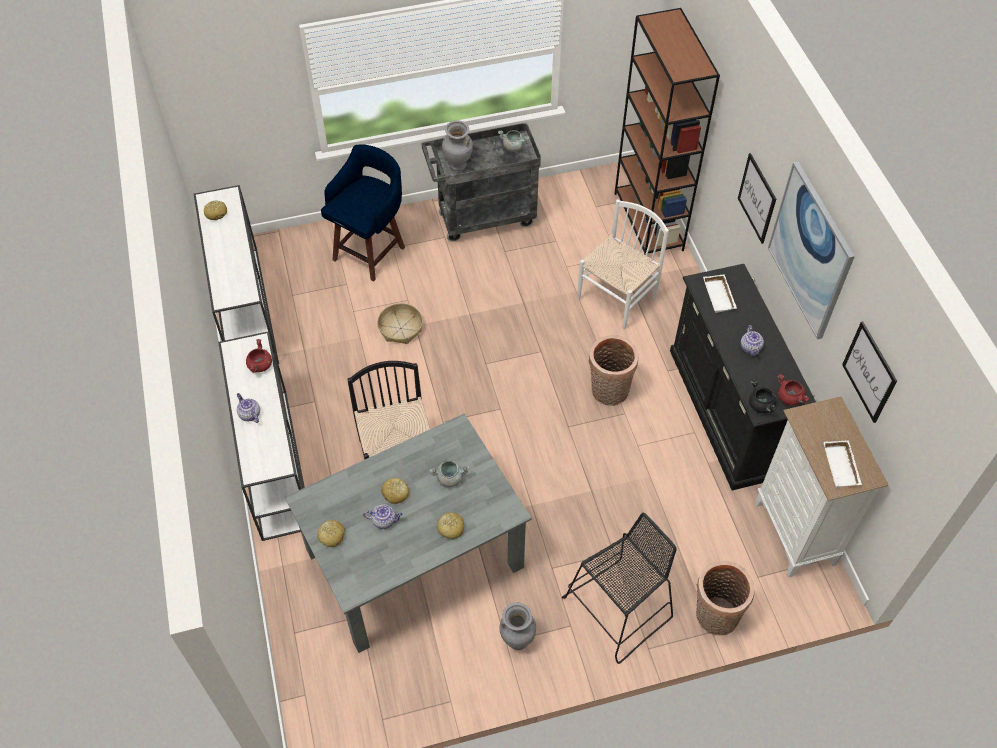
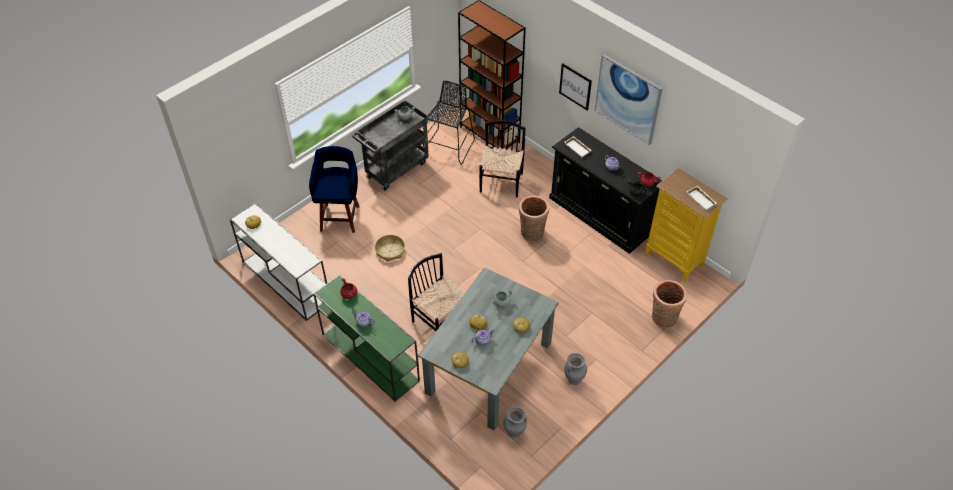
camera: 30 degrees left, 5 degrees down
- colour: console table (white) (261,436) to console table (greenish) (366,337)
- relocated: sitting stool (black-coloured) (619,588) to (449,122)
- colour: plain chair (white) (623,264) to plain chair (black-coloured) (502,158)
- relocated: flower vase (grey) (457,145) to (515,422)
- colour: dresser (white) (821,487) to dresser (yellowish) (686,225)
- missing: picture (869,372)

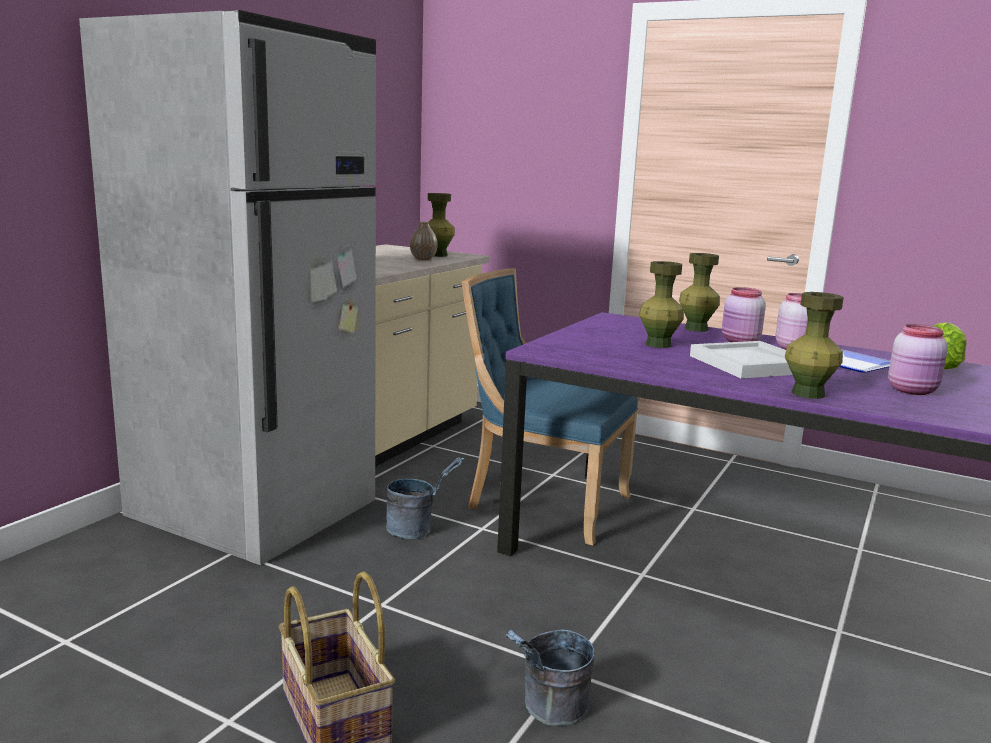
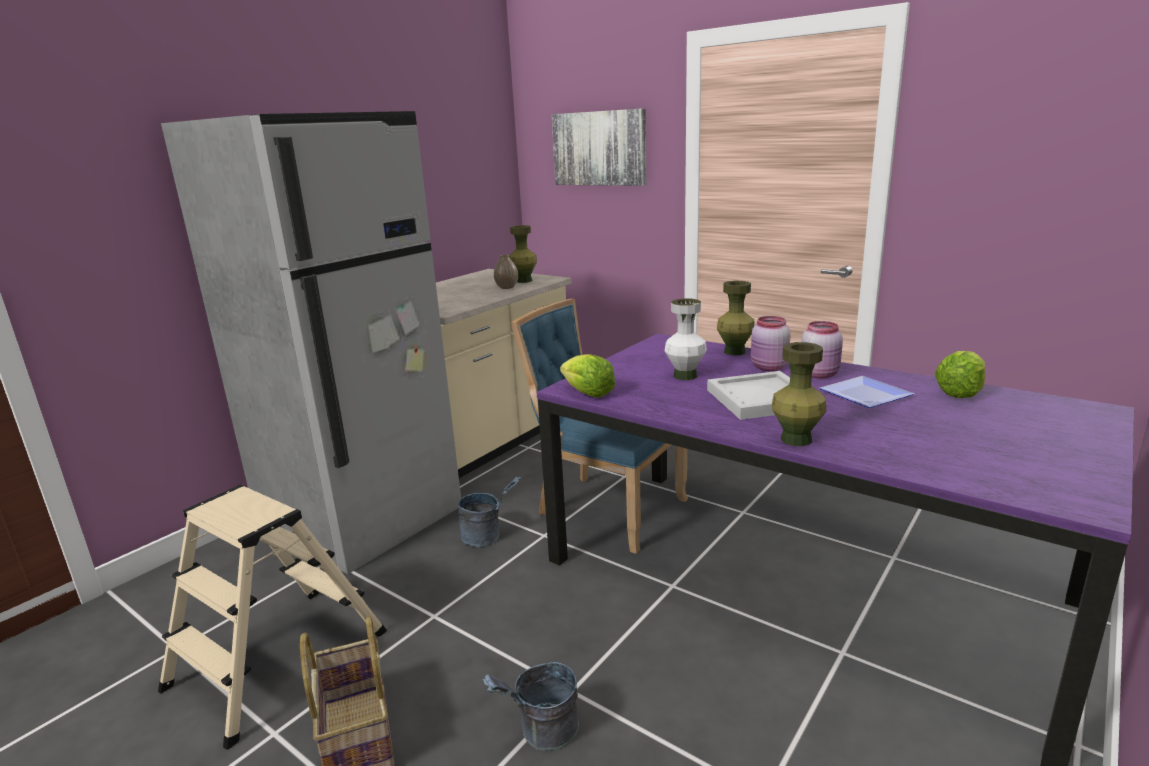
camera: 10 degrees right, 5 degrees up
- appeared: step stool (beige) (272,617)
- appeared: picture (599,147)
- appeared: lettuce (587,376)
- colour: flower vase (greenish) (661,304) to flower vase (white) (685,339)
- missing: preserve jar (pinkish) (918,359)

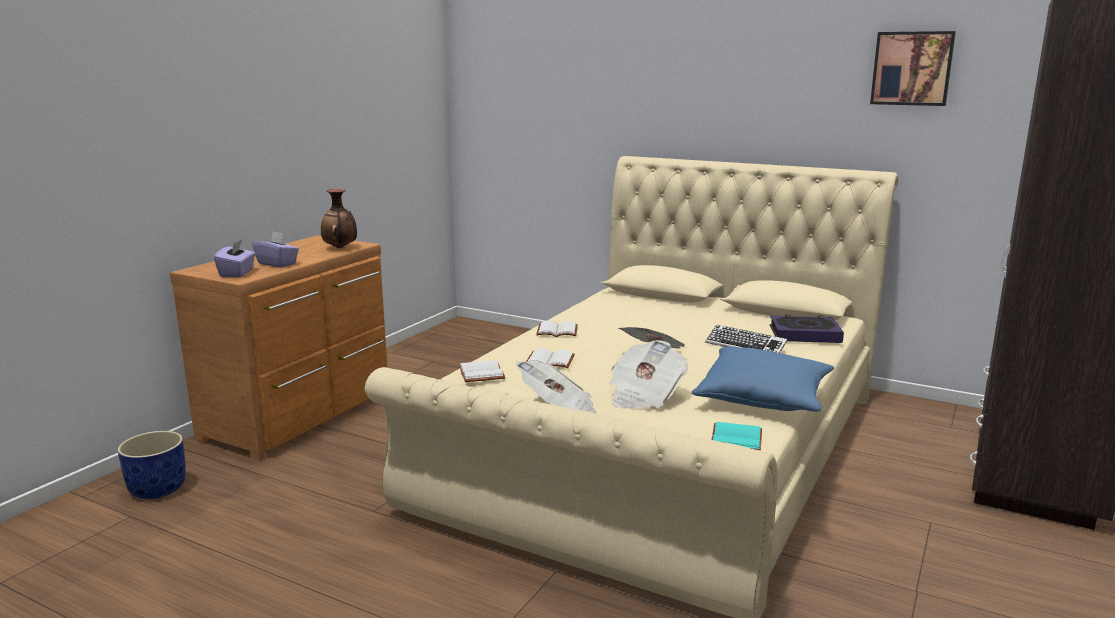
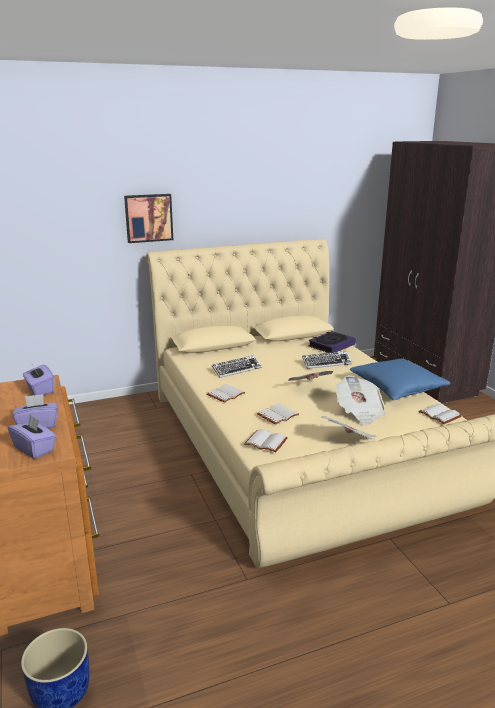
camera: 50 degrees left, 5 degrees up
- exchanged: flower vase (339,219) to box of tissues (purple-coloured) (38,379)
- relocated: picture (913,68) to (148,218)
- appeared: keyboard (237,366)
- colour: volume (turquoise-coloured) (736,436) to volume (white) (440,414)

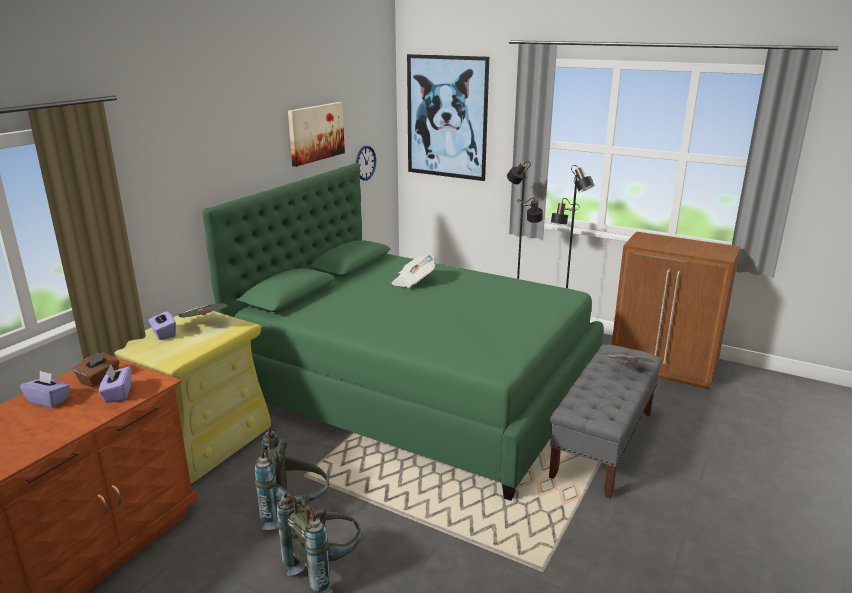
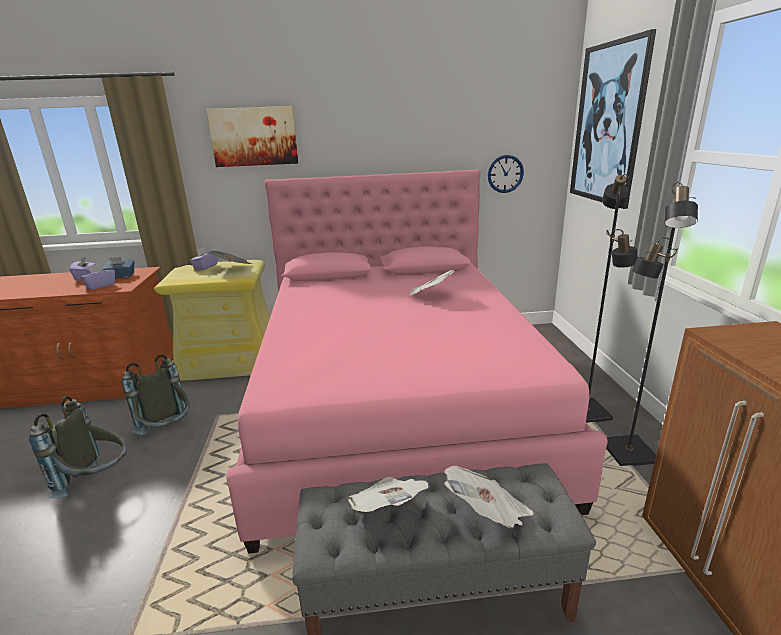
camera: 55 degrees right, 0 degrees up
- colour: box of tissues (brown) (96,369) to box of tissues (blue) (118,267)
- relocated: picture (316,134) to (252,136)
- colour: bedroom bed (greenish) (403,332) to bedroom bed (pinkish) (417,362)
- appeared: printed paper (389,494)

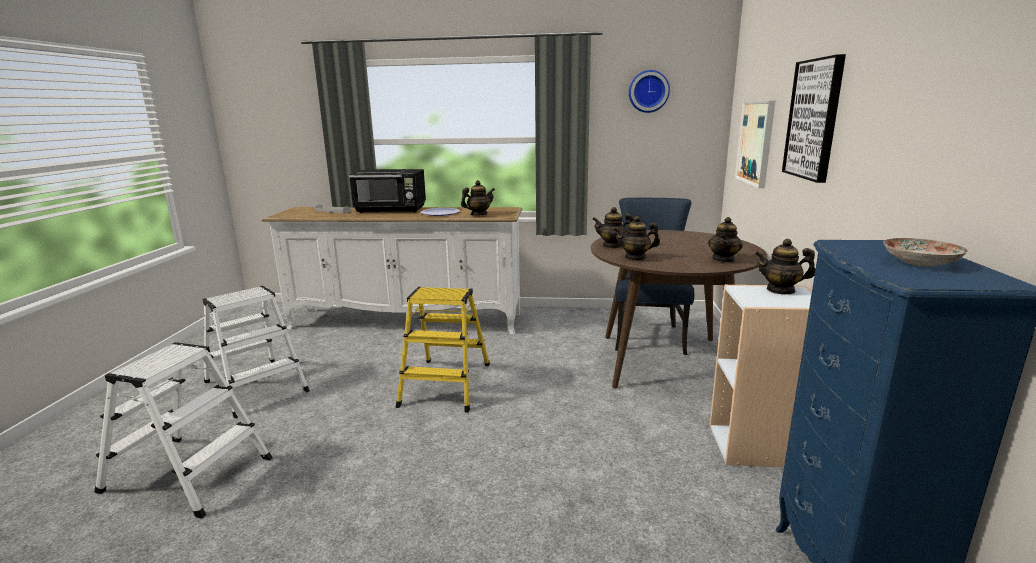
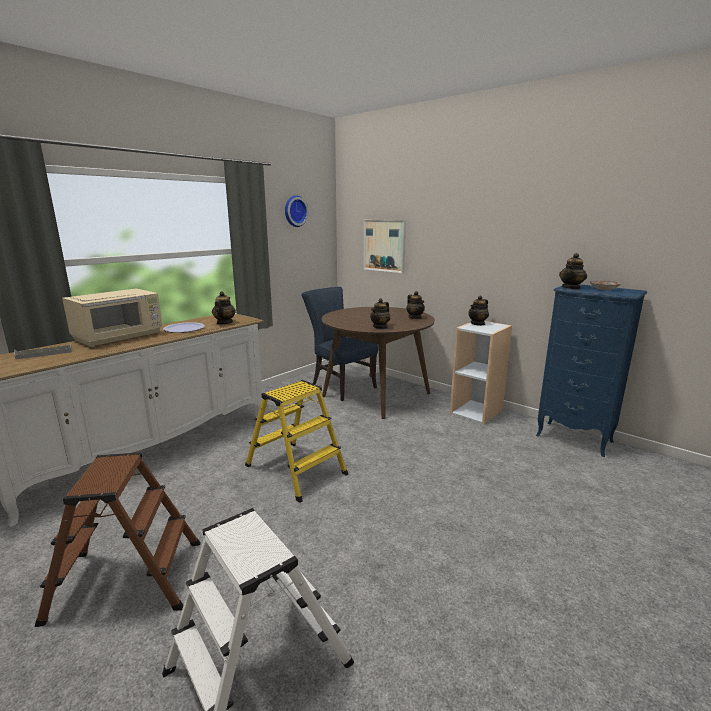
camera: 55 degrees left, 0 degrees up
- colour: step stool (white) (256,352) to step stool (brown) (118,539)
- colour: microwave oven (black-coloured) (387,191) to microwave oven (beige) (112,317)
- relocated: tea pot (612,227) to (573,271)
- missing: picture (814,118)

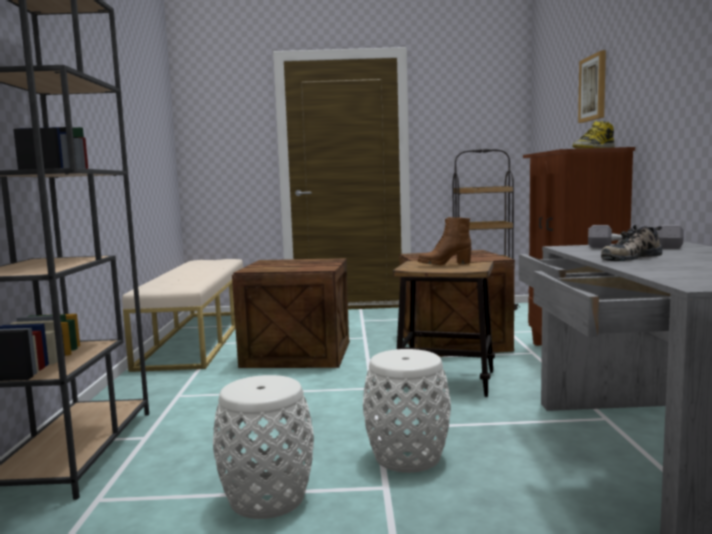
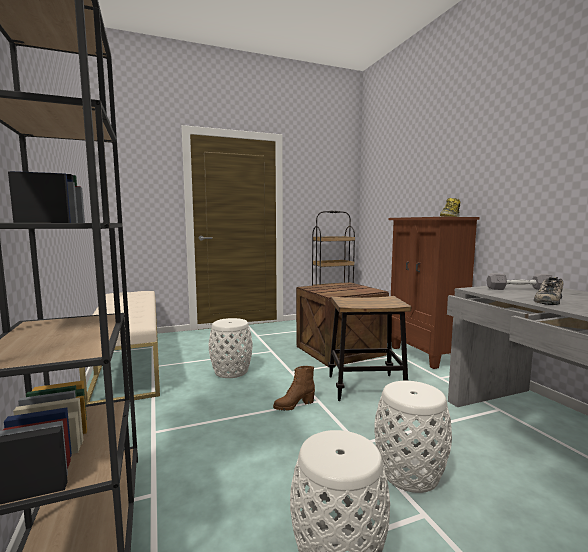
camera: 20 degrees left, 0 degrees up
- exchanged: shipping crate (291,313) to sitting stool (white) (231,348)
- relocated: tall boot (brown) (445,241) to (294,388)
- missing: picture (592,86)

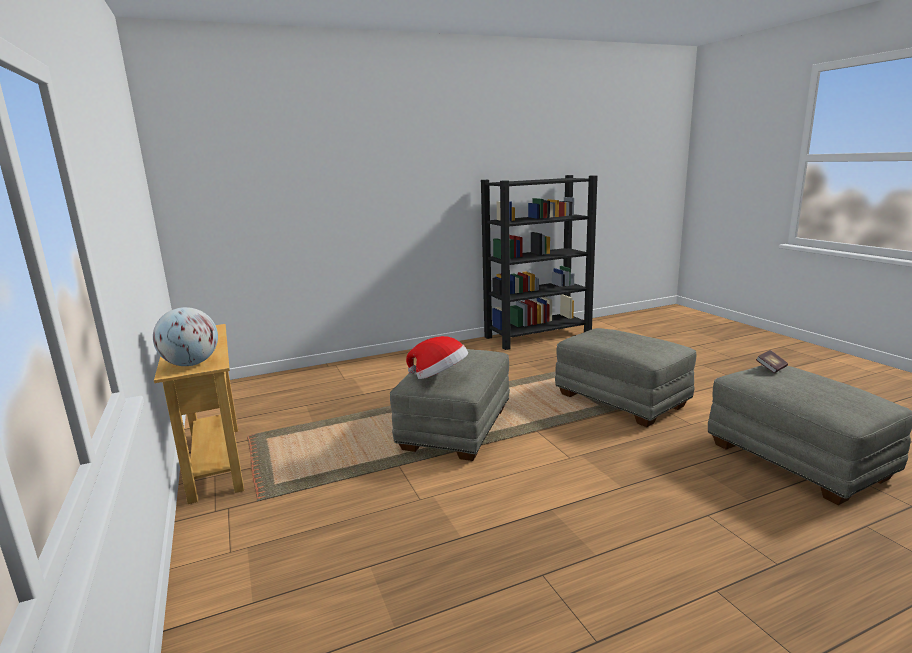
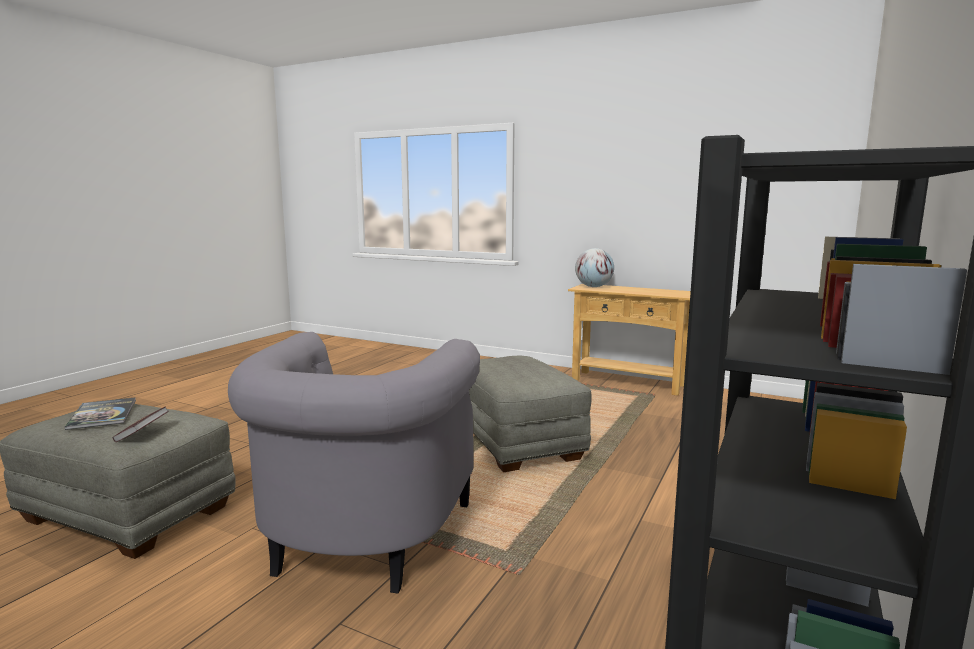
camera: 140 degrees right, 5 degrees down
- appeared: volume (100,413)
- exchanged: footrest (grey) (625,377) to lounge chair (grey) (354,463)
- missing: clothing hat (437,357)

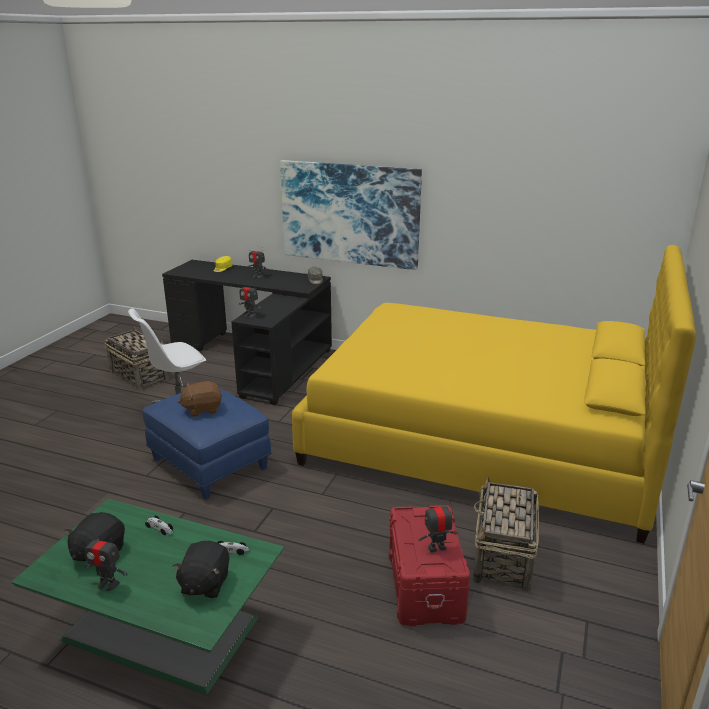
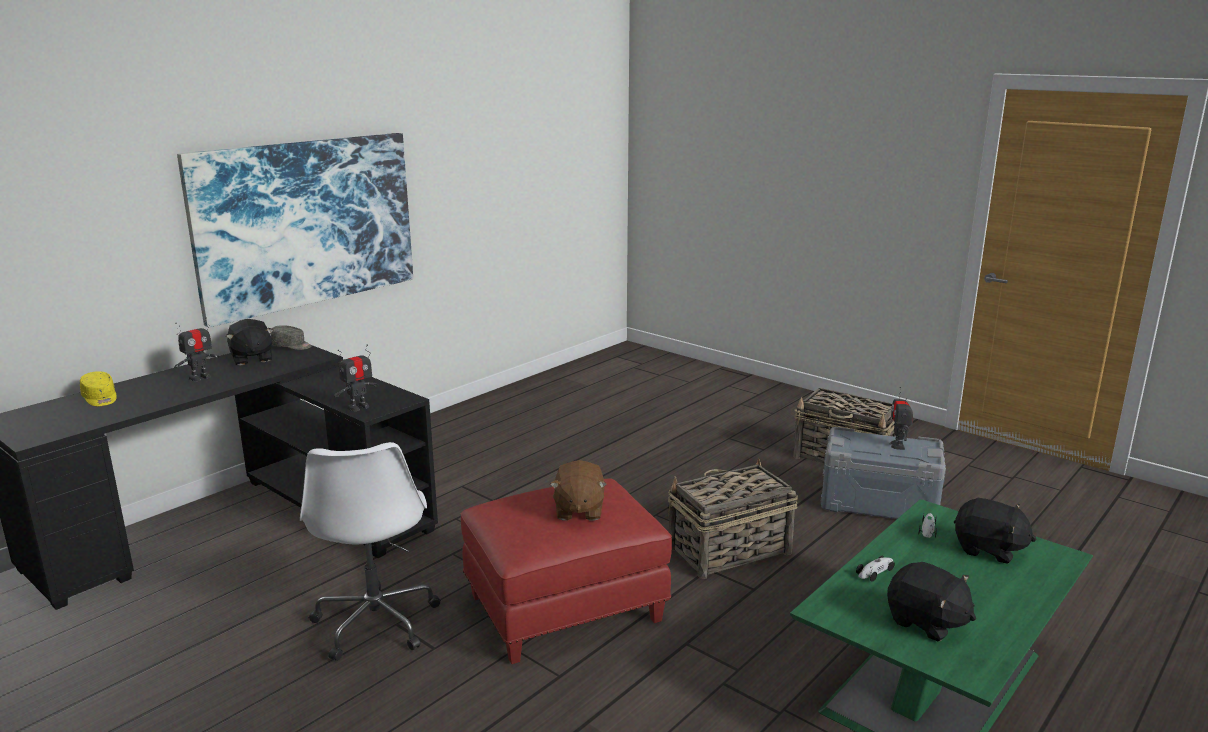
camera: 70 degrees left, 5 degrees down
- appeared: soft toy (black-coloured) (249,342)
- colour: footrest (blue) (207,443) to footrest (red-coloured) (566,571)
- relocated: storage basket (136,358) to (733,518)
- colour: storage bin (red-coloured) (429,565) to storage bin (grey) (883,473)
- missing: toy robot (105,561)
- missing: bedroom bed (yellowish) (494,394)

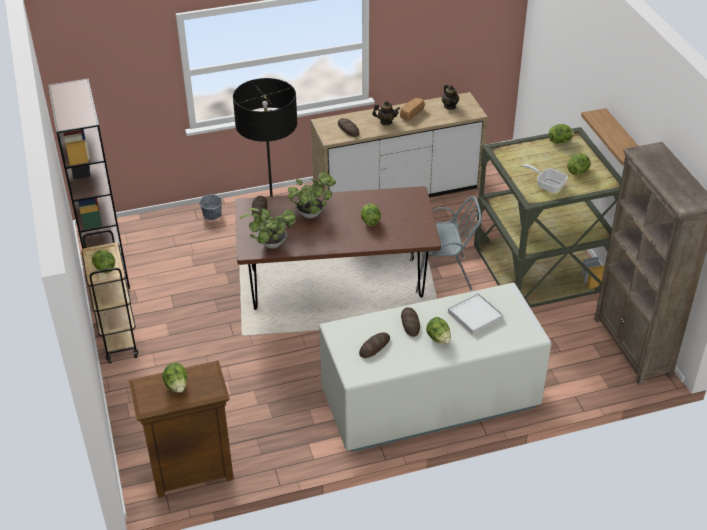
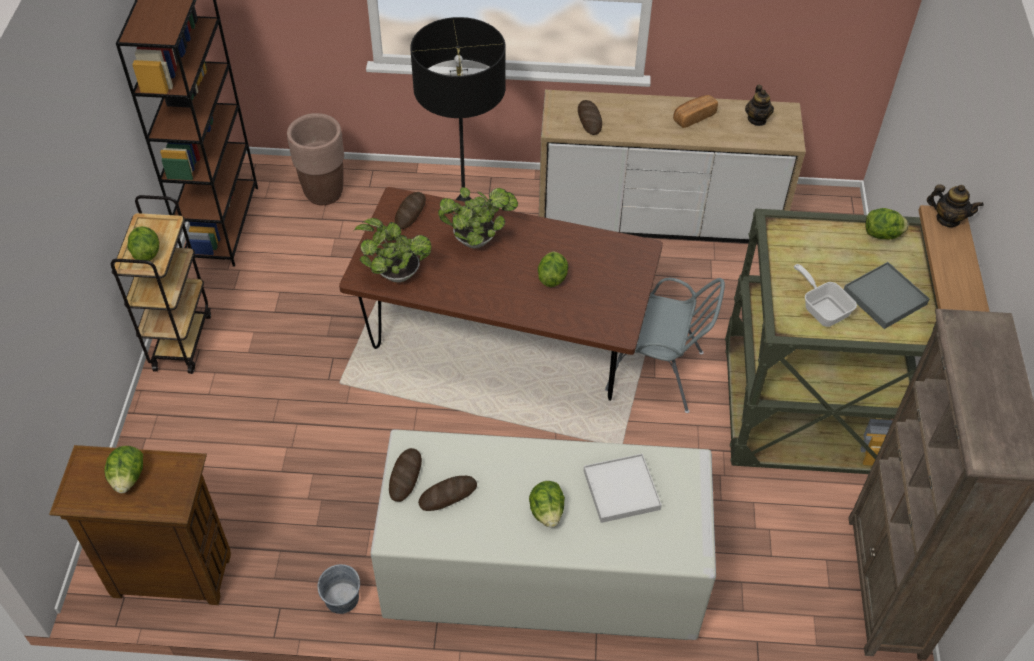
camera: 20 degrees right, 10 degrees up
- appeared: planter (brown) (315,159)
- relocated: bucket (grey) (210,205) to (338,589)
- relocated: baked bread (410,322) to (405,475)
- exchanged: lettuce (579,164) to carrying tray (grey) (887,295)
- relocated: tea pot (386,113) to (955,205)

